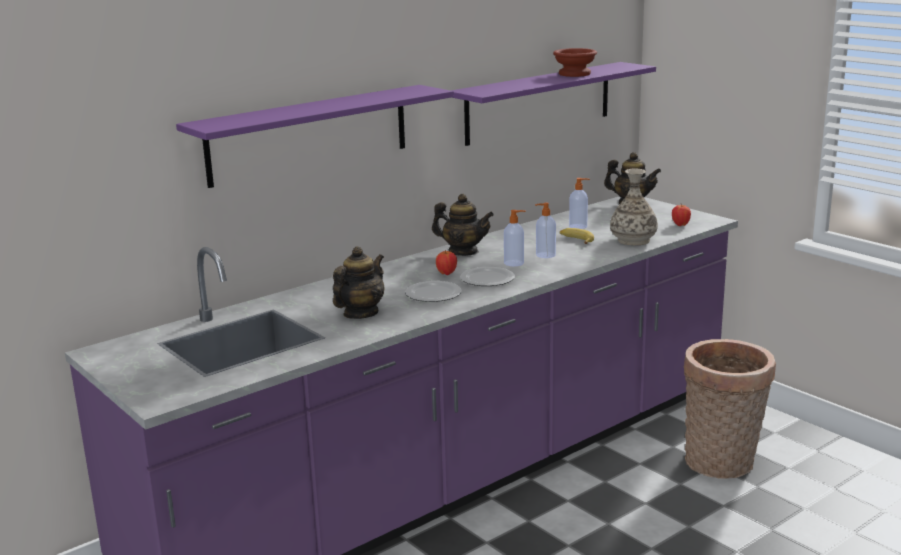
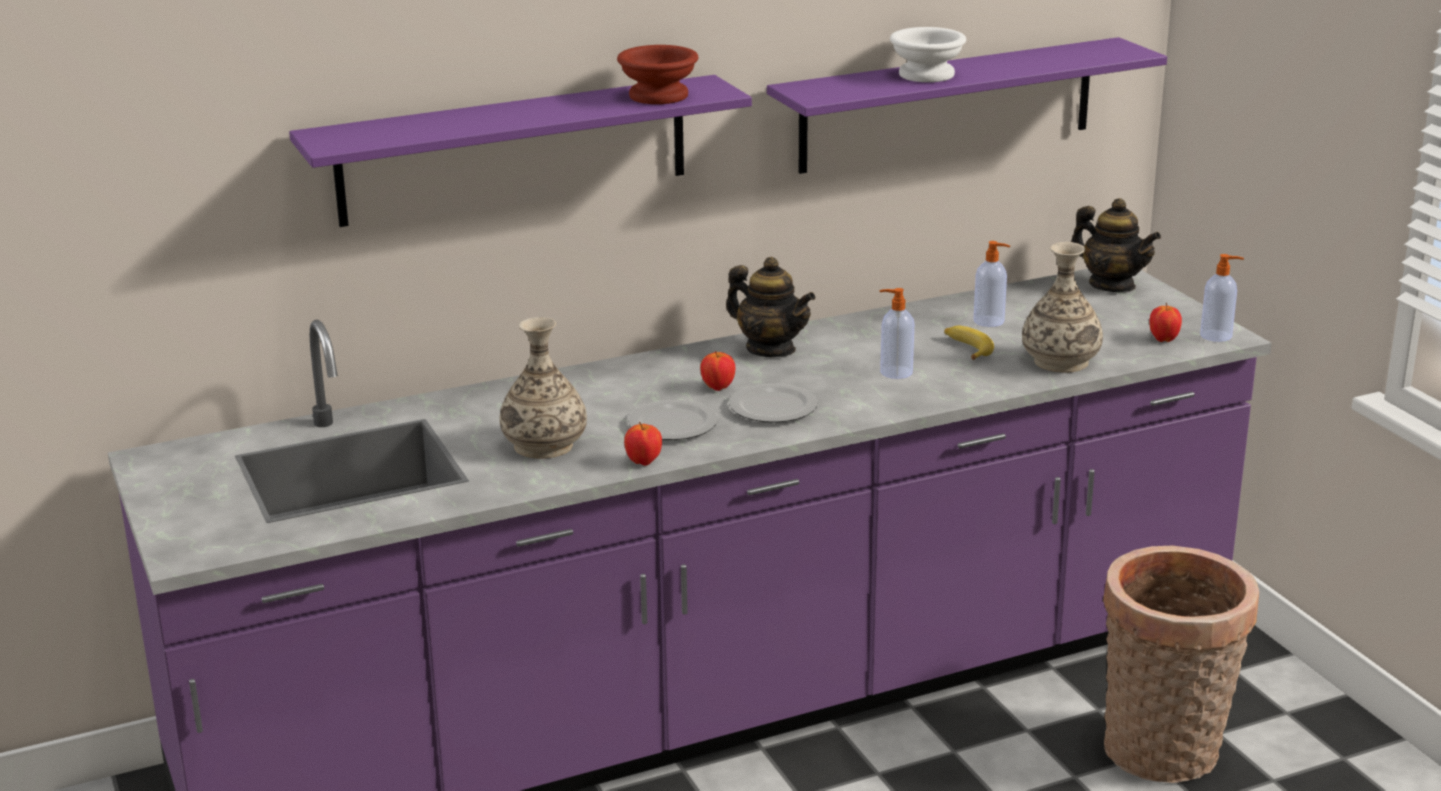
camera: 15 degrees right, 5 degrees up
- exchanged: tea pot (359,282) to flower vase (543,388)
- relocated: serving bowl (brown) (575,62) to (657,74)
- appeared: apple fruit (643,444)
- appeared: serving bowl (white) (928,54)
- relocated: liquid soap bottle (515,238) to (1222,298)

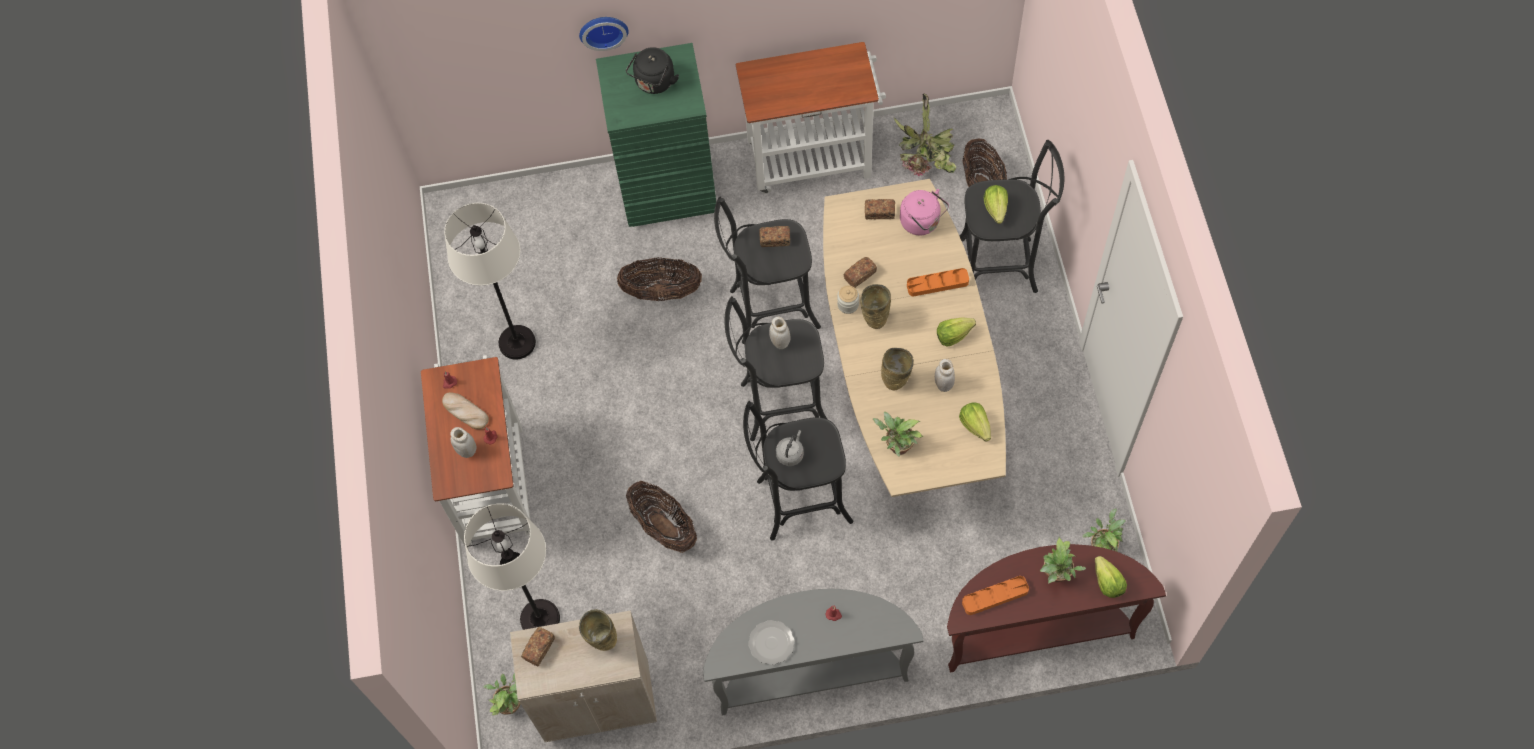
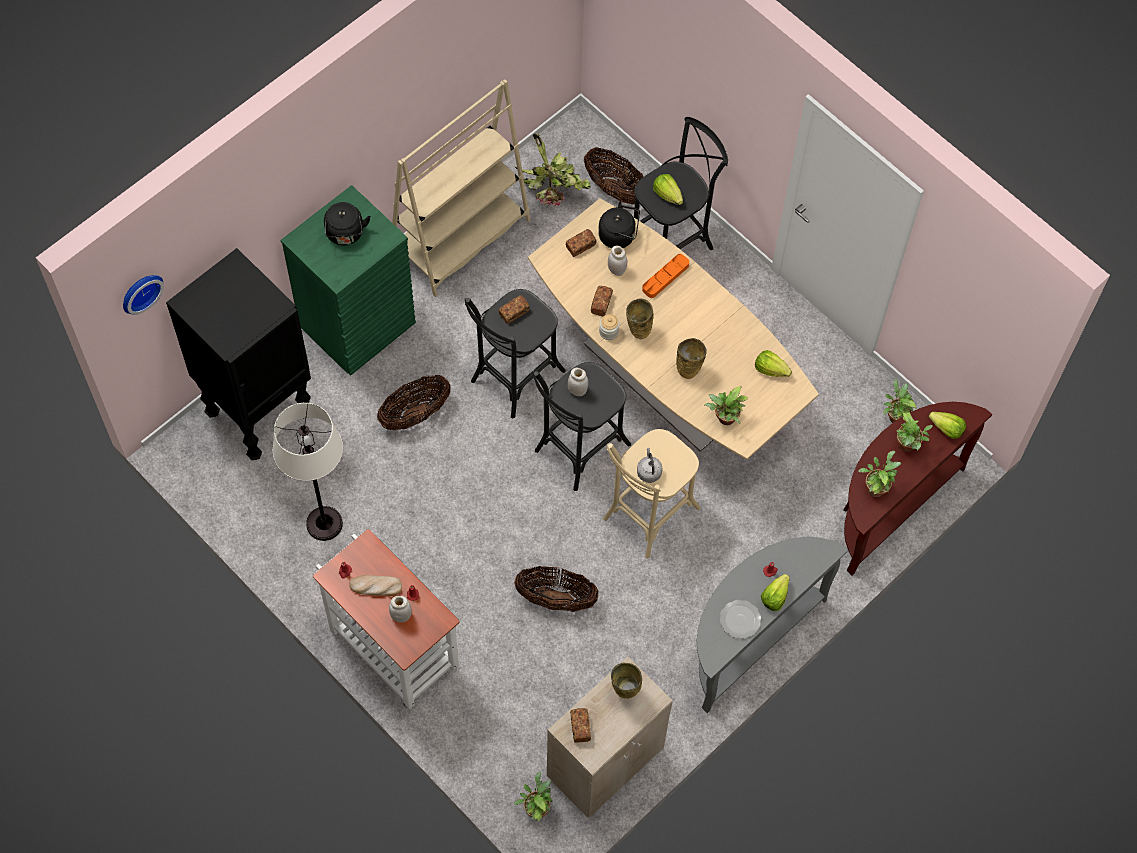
camera: 40 degrees left, 0 degrees up
- relocated: wall clock (604,34) to (143,295)
- appeared: storage cabinet (black-coloured) (238,354)
- exchanged: wheeled cart (white) (811,118) to shelving unit (beige) (461,188)
- colour: water kettle (pinkish) (924,212) to water kettle (black-coloured) (619,225)
- colour: sitting stool (black-coloured) (798,470) to sitting stool (beige) (652,493)
- relocated: preserve jar (white) (945,375) to (617,261)
- relocated: lettuce (956,332) to (775,592)
- exchanged: carrying tray (orange) (995,595) to houseplant (879,474)
- missing: standard lamp (white) (512,566)

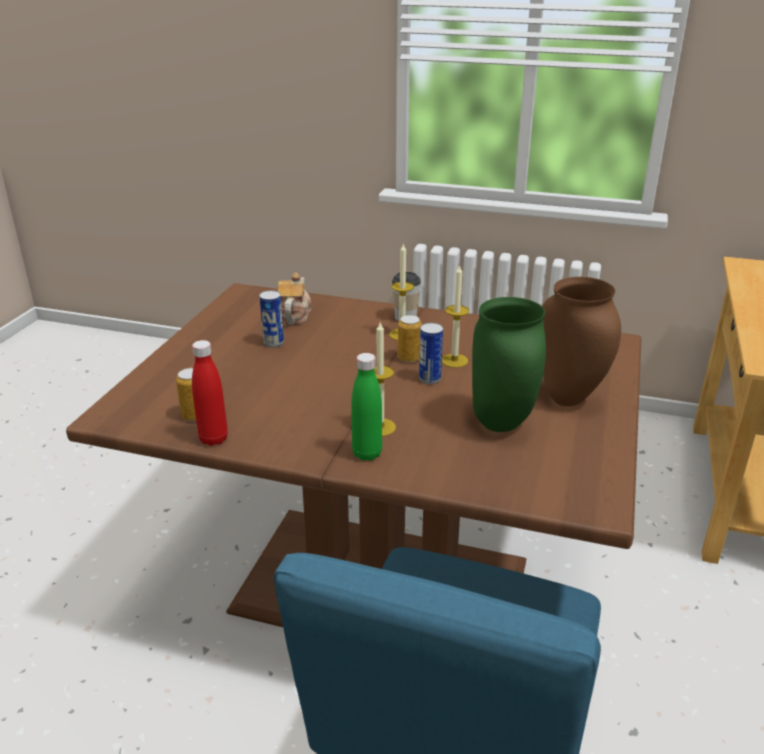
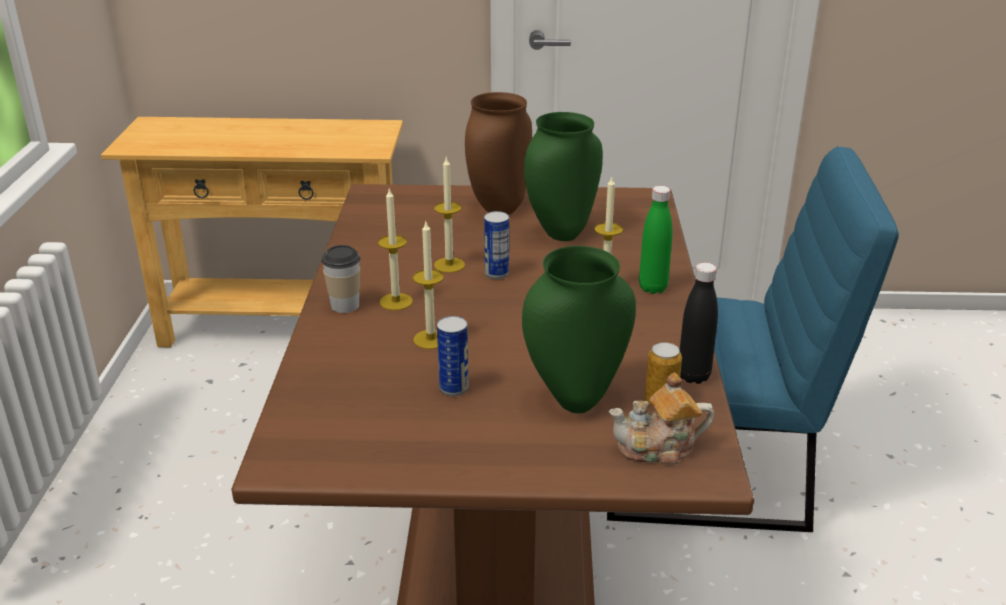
camera: 105 degrees left, 0 degrees up
- appeared: wax candle (428,285)
- appeared: flower vase (greenish) (579,329)
- relocated: tea pot (295,299) to (661,419)
- colour: drink bottle (red-coloured) (210,393) to drink bottle (black-coloured) (699,323)
- missing: sealed can (410,339)

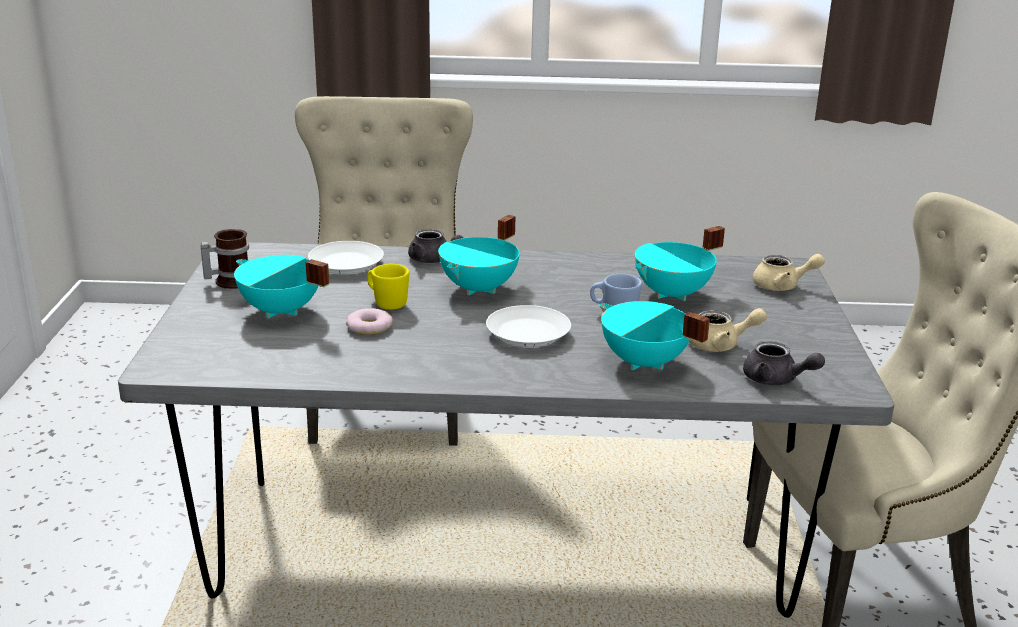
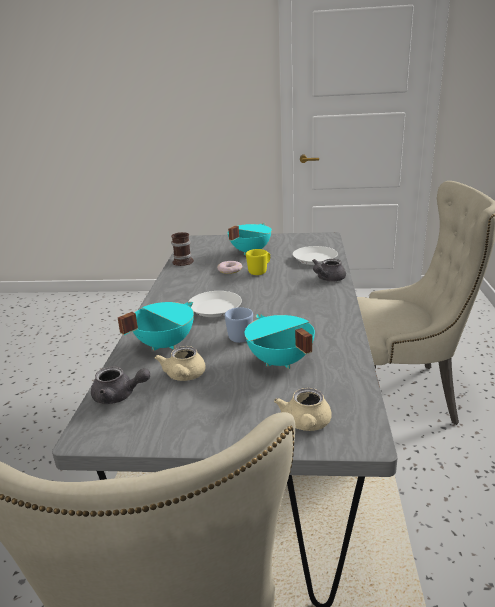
camera: 95 degrees right, 0 degrees up
- spun: tea pot (grey) (784,363) = (120,385) 120 degrees counterclockwise
- relocated: mug (225,259) to (182,249)
- missing: stockpot (turquoise-coloured) (479,255)

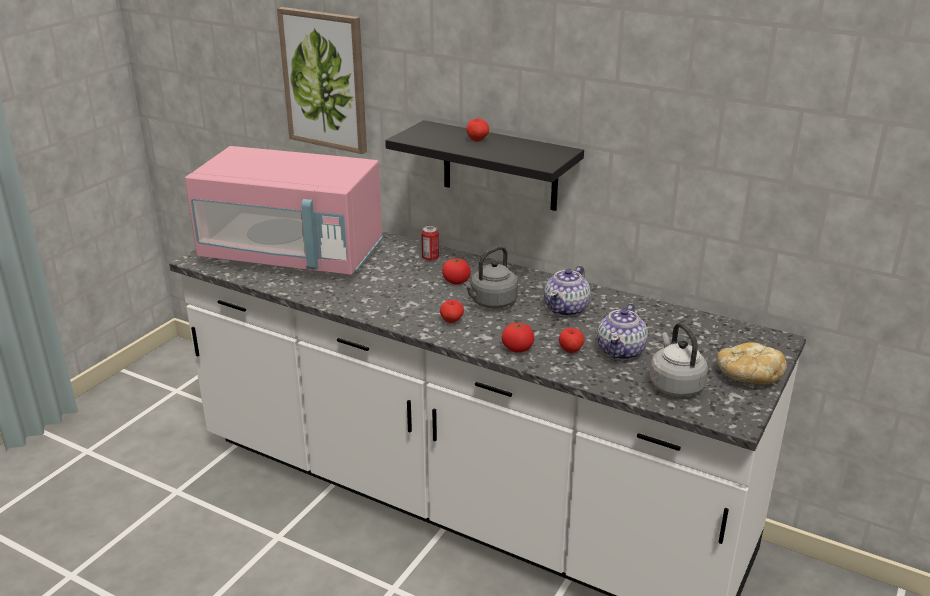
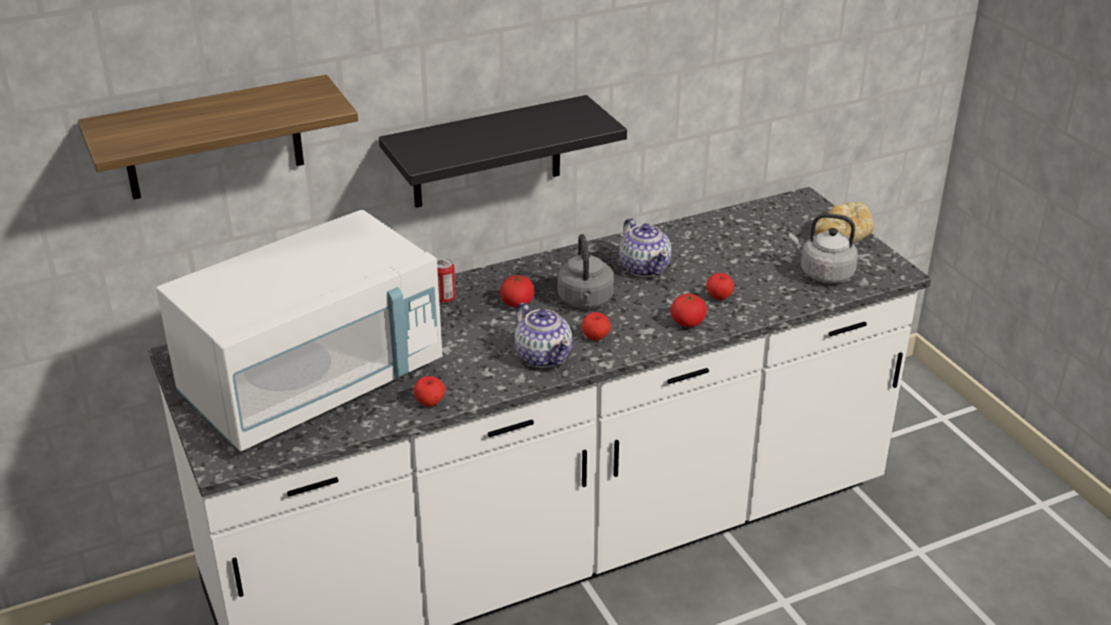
camera: 55 degrees left, 5 degrees up
- exchanged: picture (322,80) to wall shelf (218,137)
- colour: microwave oven (pinkish) (284,210) to microwave oven (white) (299,330)
- relocated: apple fruit (477,130) to (429,391)
- relocated: tea pot (622,331) to (543,335)

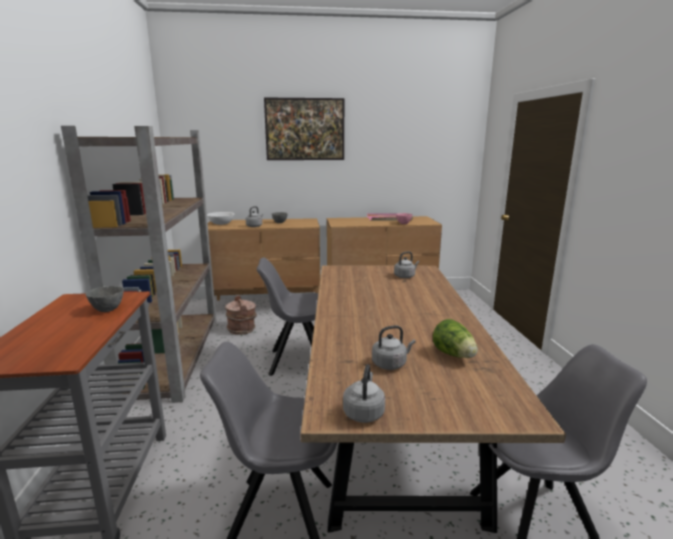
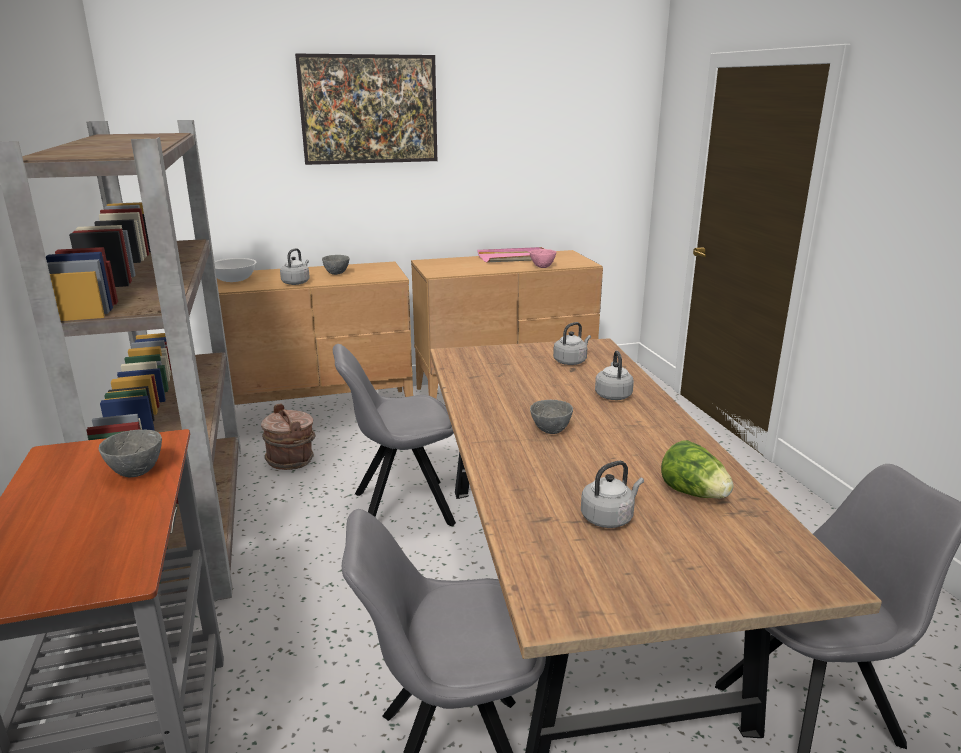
camera: 10 degrees left, 5 degrees up
- appeared: serving bowl (grey) (551,417)
- relocated: water kettle (grey) (364,393) to (614,375)

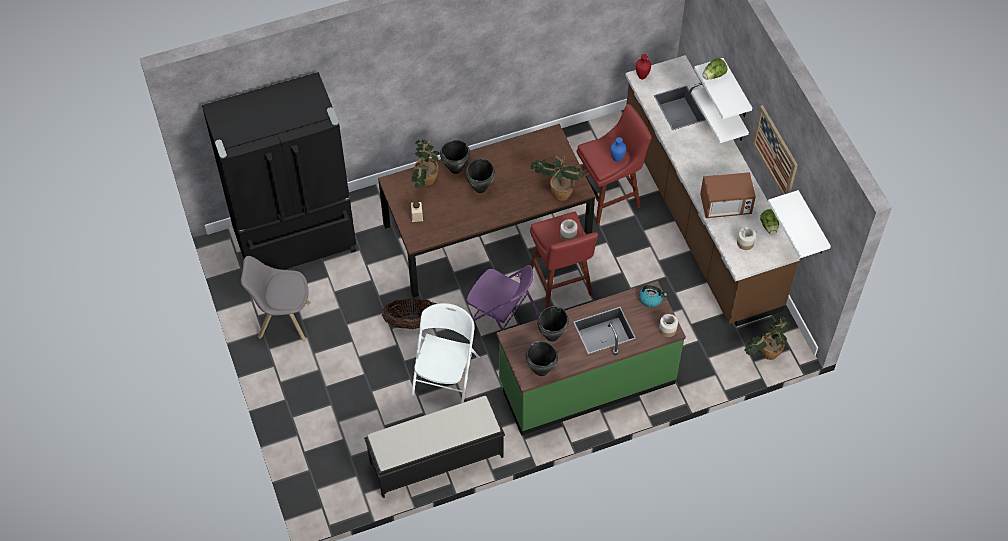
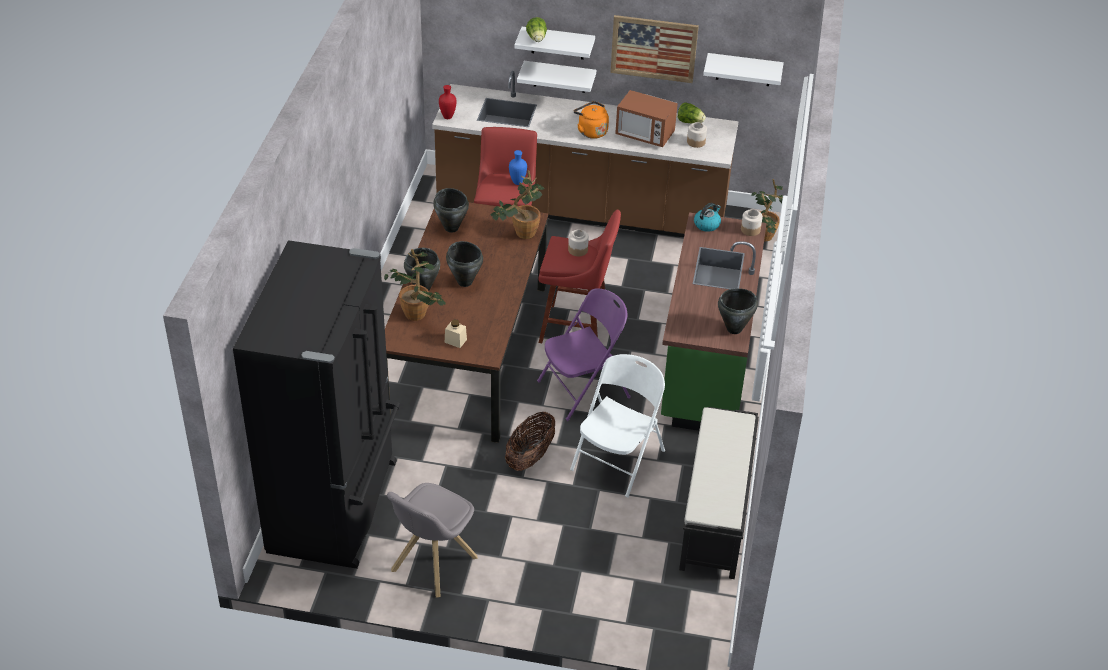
camera: 60 degrees left, 15 degrees down
- relocated: stockpot (black-coloured) (553,324) to (451,210)
- spun: plain chair (white) (445,353) = (617,426) 75 degrees clockwise
- appeared: water kettle (orange) (591,120)
- spun: microwave oven (728,195) = (646,118) 90 degrees clockwise

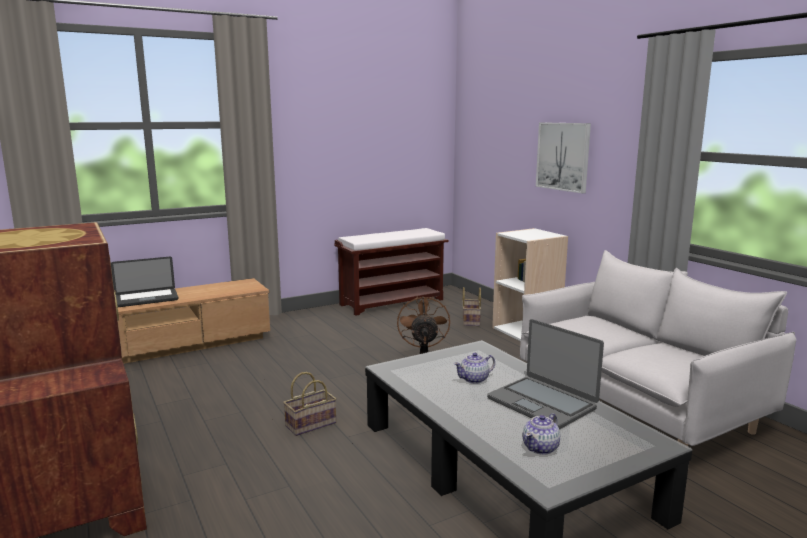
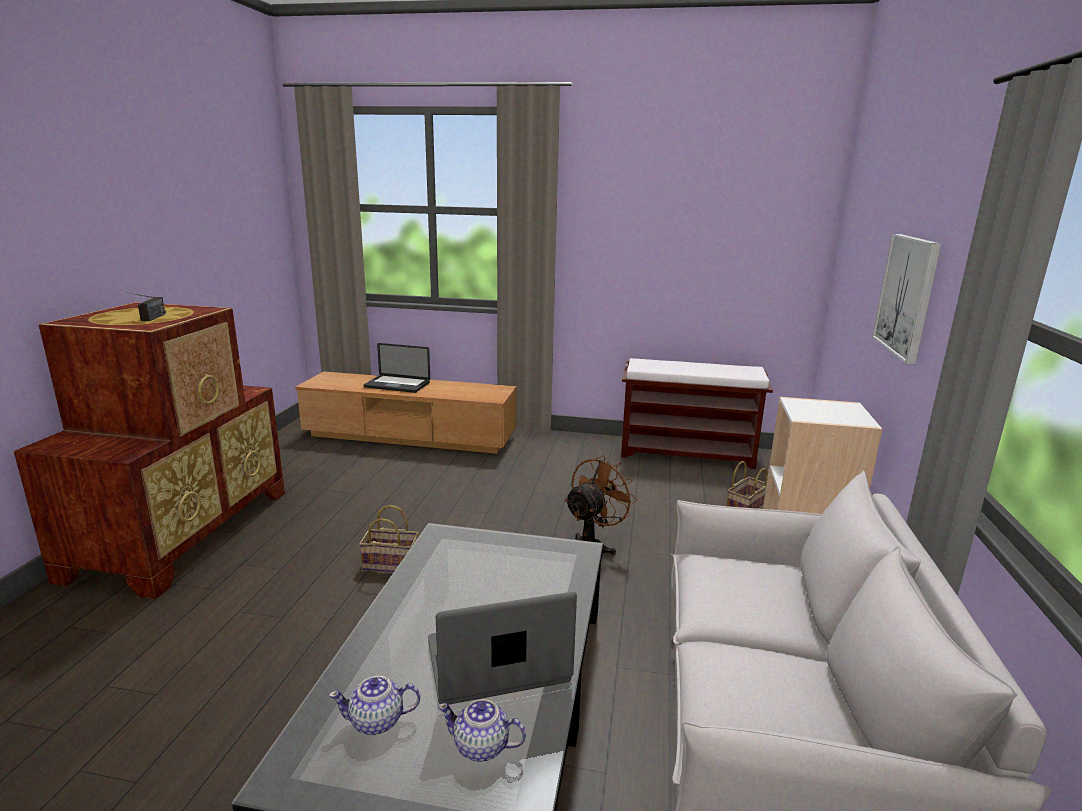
camera: 40 degrees right, 5 degrees up
- appeared: radio set (146,306)
- spun: laptop (545,374) = (502,648) 75 degrees clockwise
- relocated: tea pot (474,368) to (482,730)

